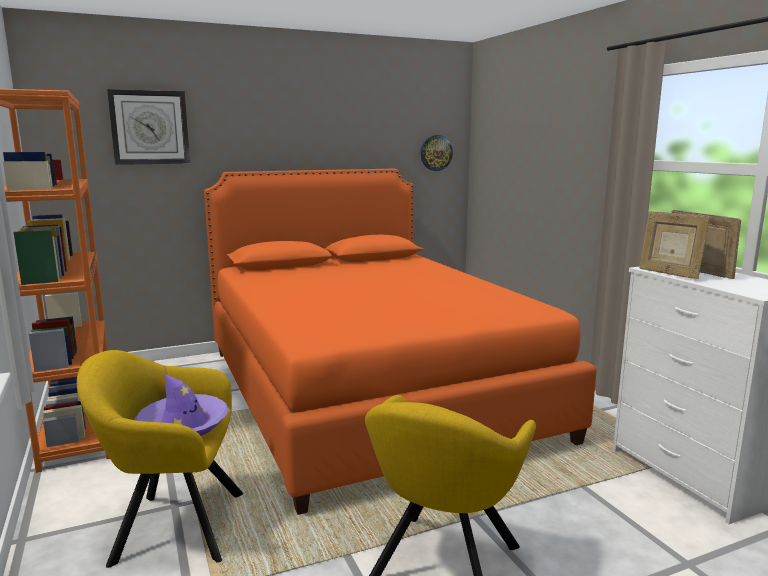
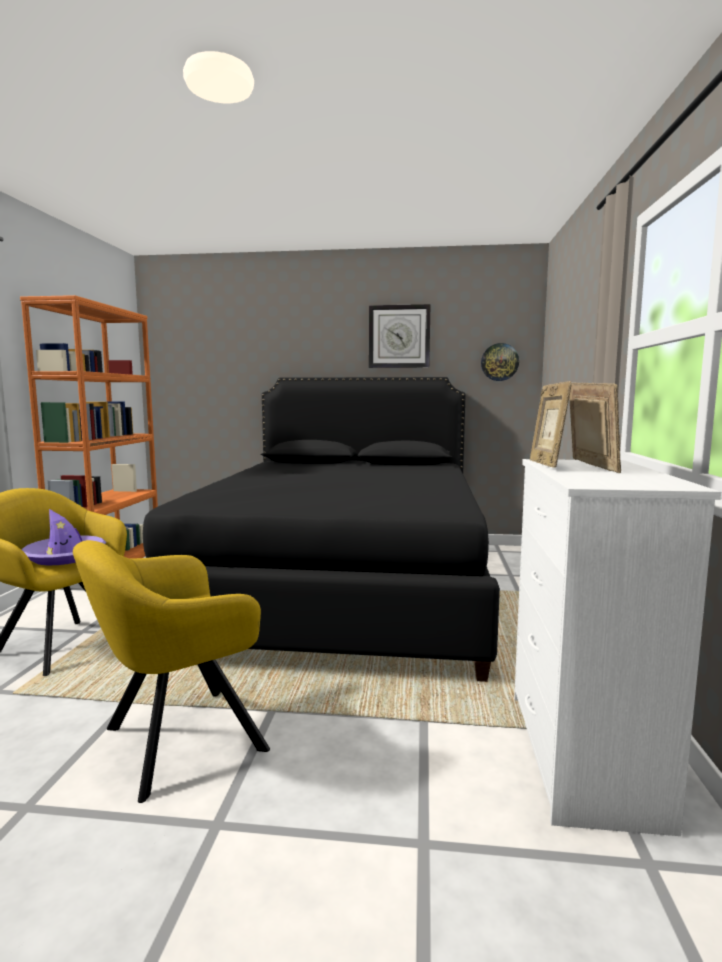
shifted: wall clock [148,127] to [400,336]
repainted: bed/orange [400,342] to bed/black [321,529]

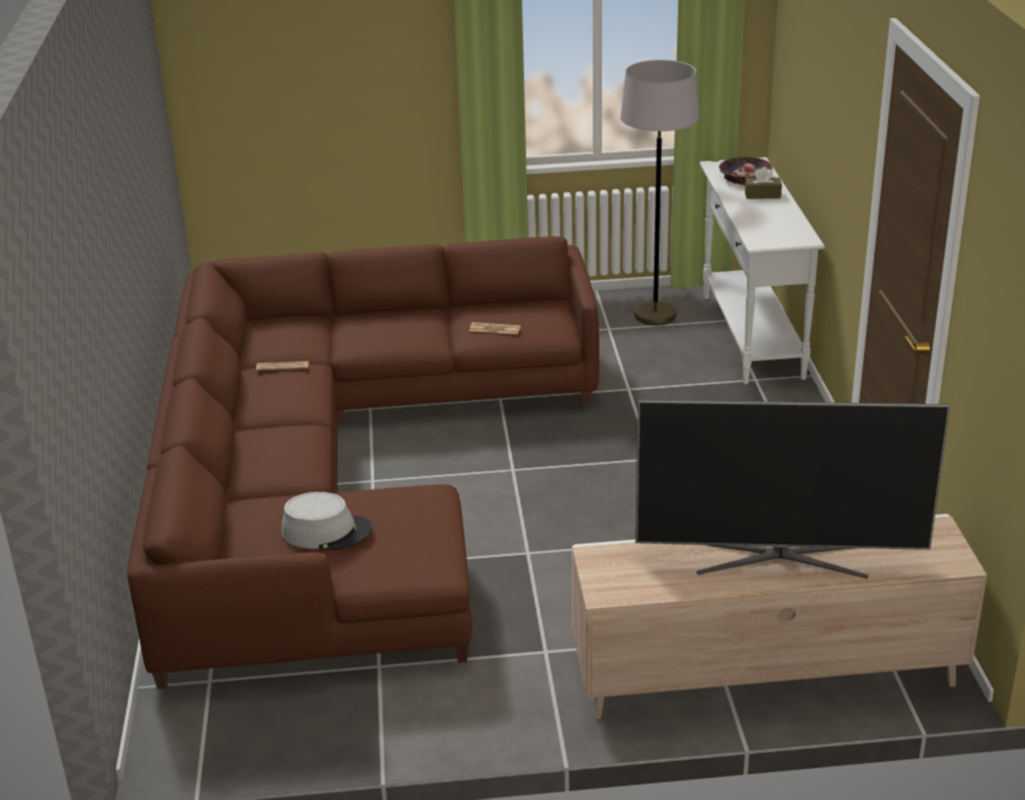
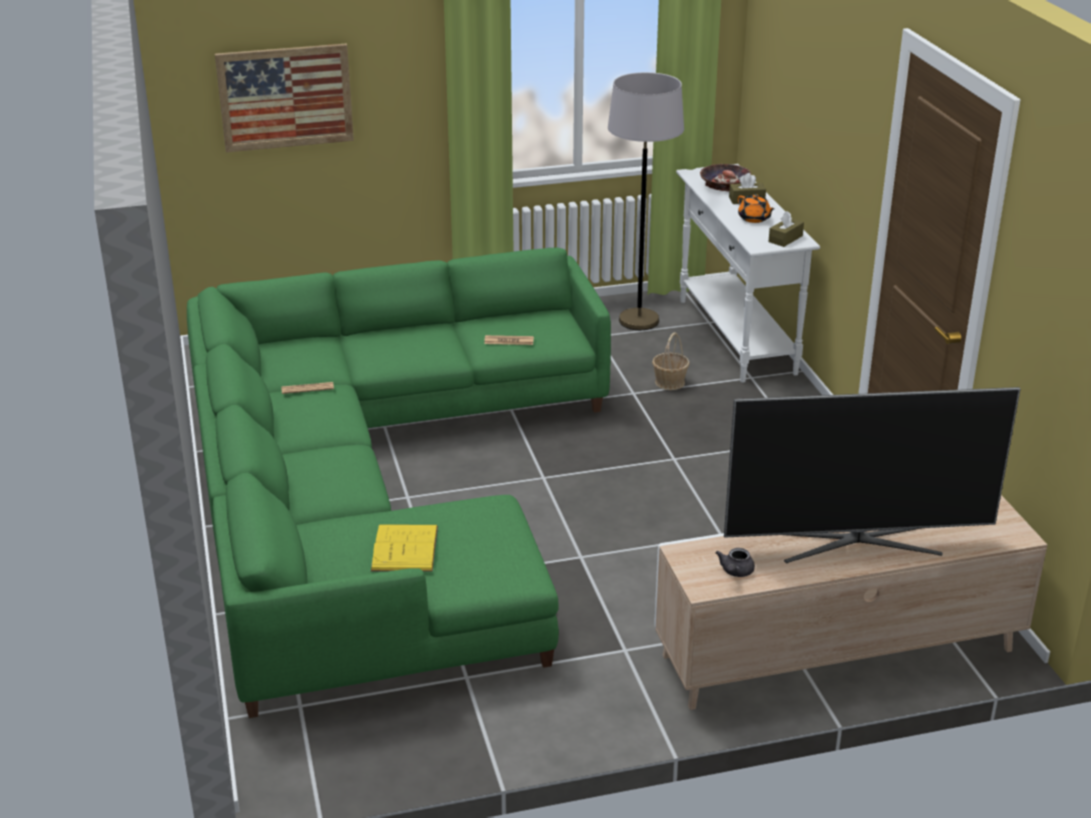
new: picture [284,97]; basket [671,361]; teapot/grey [735,562]; teapot/orange [756,208]; tissue box/brown [786,229]
swapped: hat/grey [327,521] to book/yellow [404,548]
repainted: sofa/brown [363,462] to sofa/green [399,483]

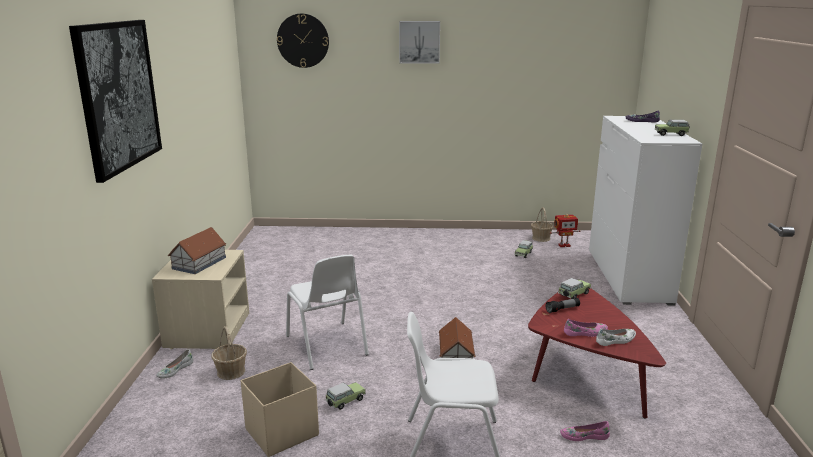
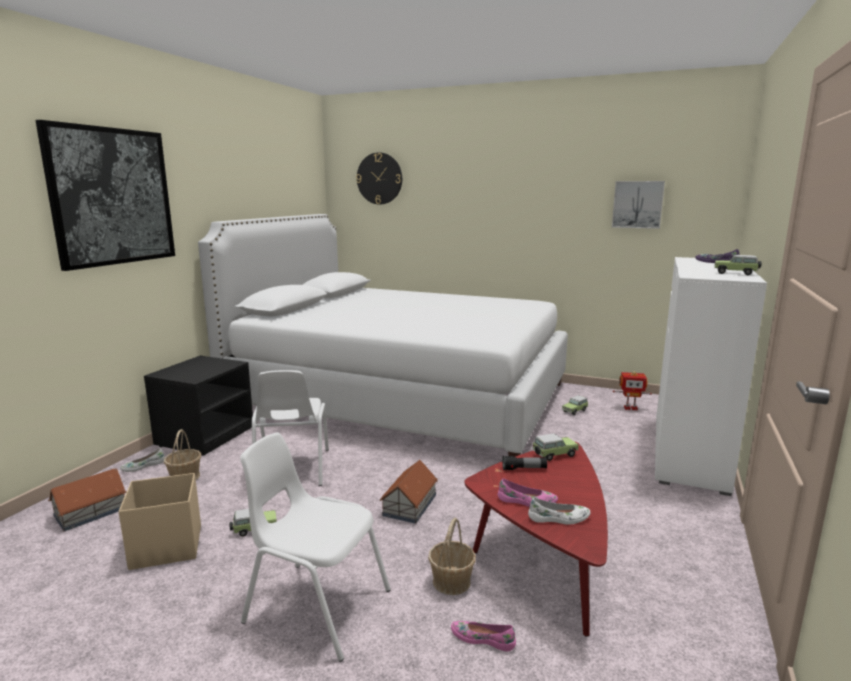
new: bed/white [383,335]
shifted: toy house [197,250] to [87,500]; basket [542,224] to [452,556]; picture [419,42] to [638,205]
repainted: nightstand/beige [200,299] to nightstand/black [198,406]

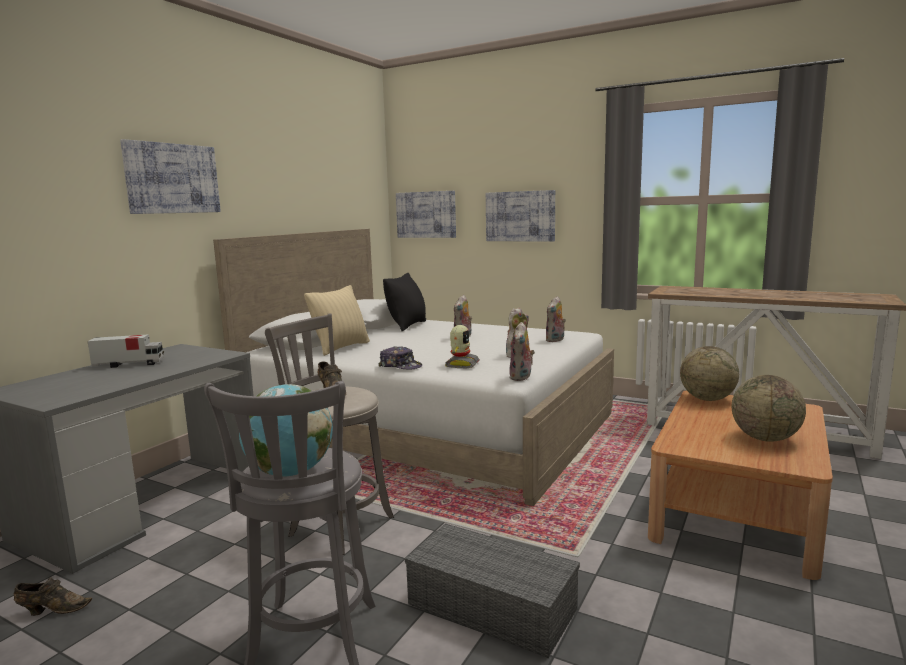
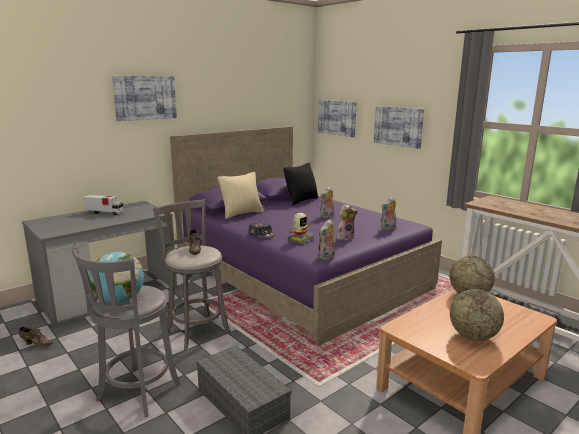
repainted: bed/white [413,367] to bed/purple [306,236]

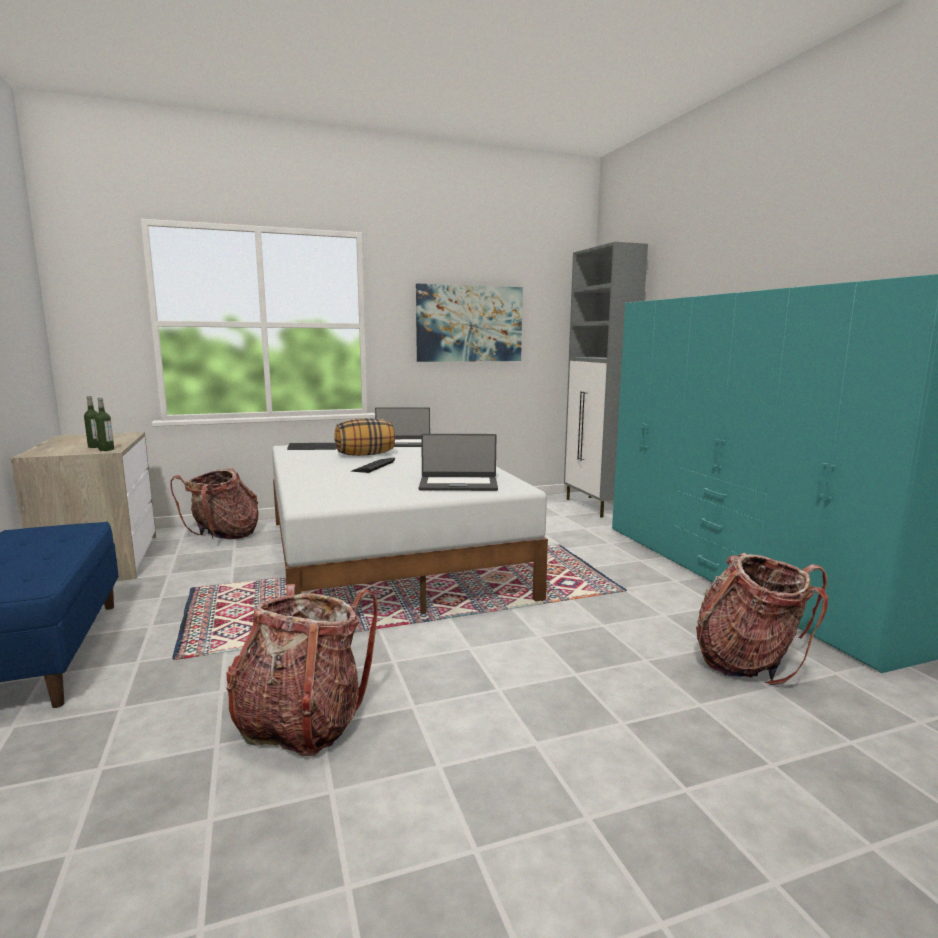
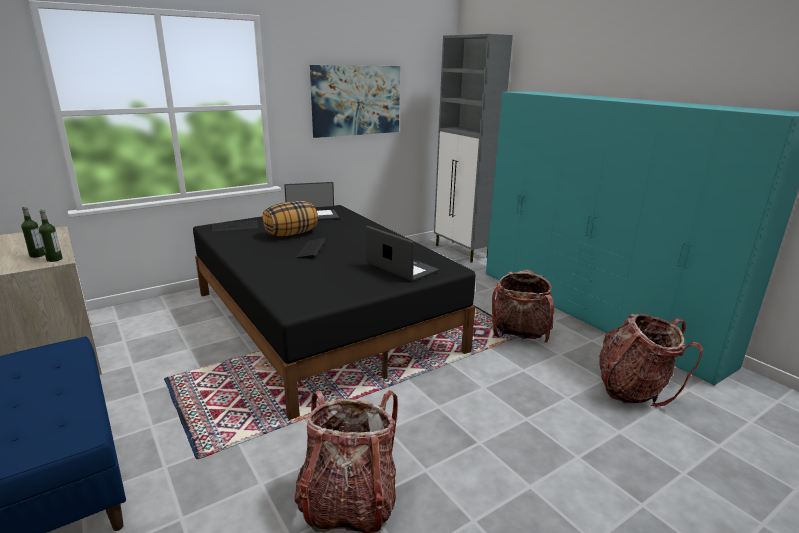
shifted: backpack [214,503] to [523,306]
repainted: bed/white [410,529] to bed/black [334,312]
rotated: laptop [458,462] = [402,254] 120 degrees counterclockwise

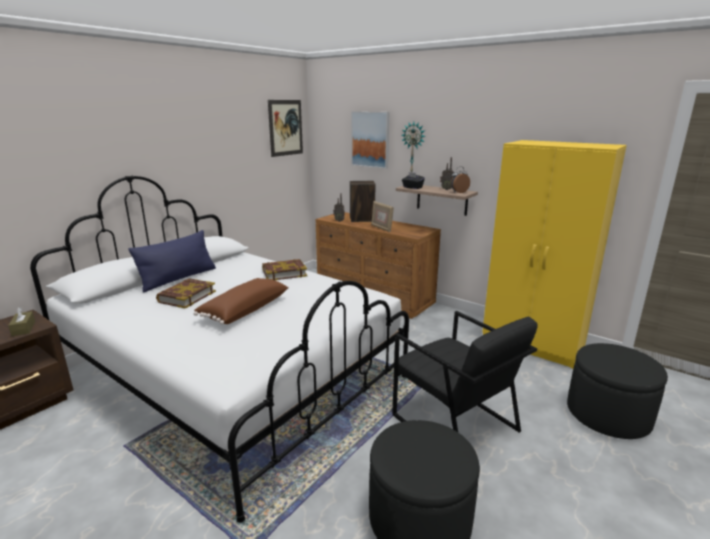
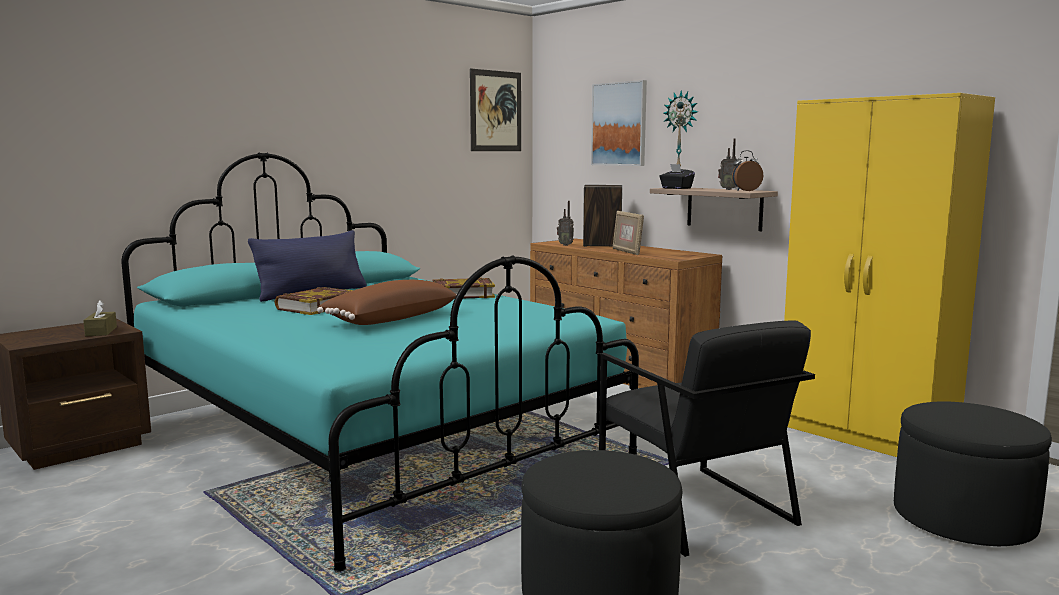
repainted: bed/white [219,349] to bed/turquoise [380,362]

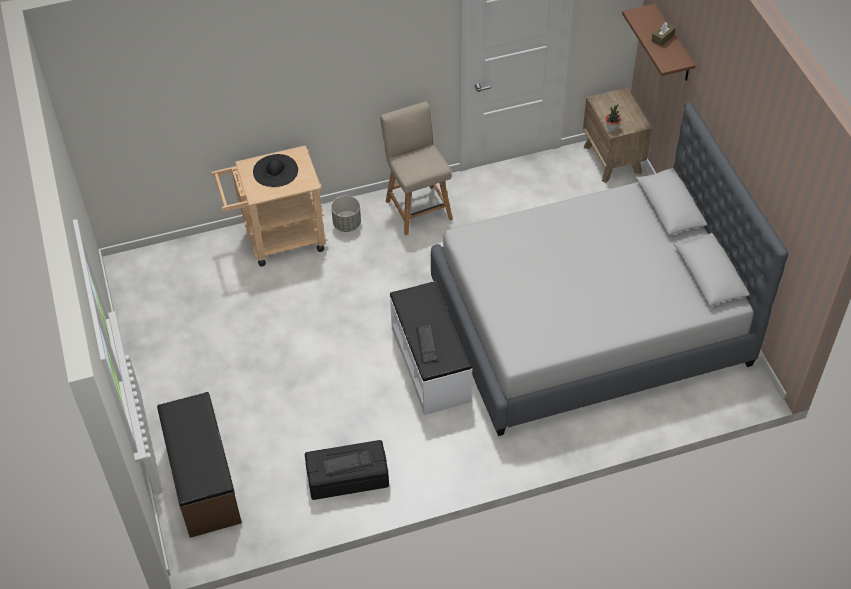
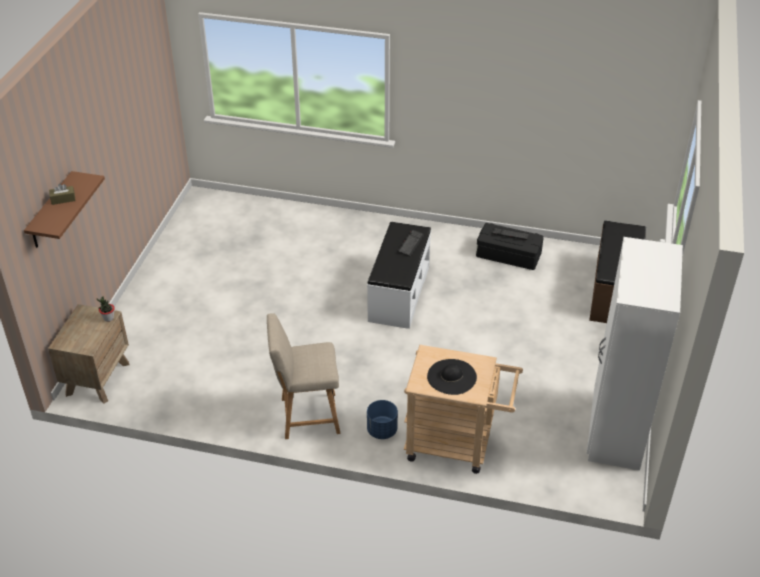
gone: bed/grey [609,269]
new: wardrobe/white [634,353]
repainted: planter/grey [346,214] to planter/blue [382,419]
rotated: chair/beige [416,168] = [303,376] 75 degrees clockwise

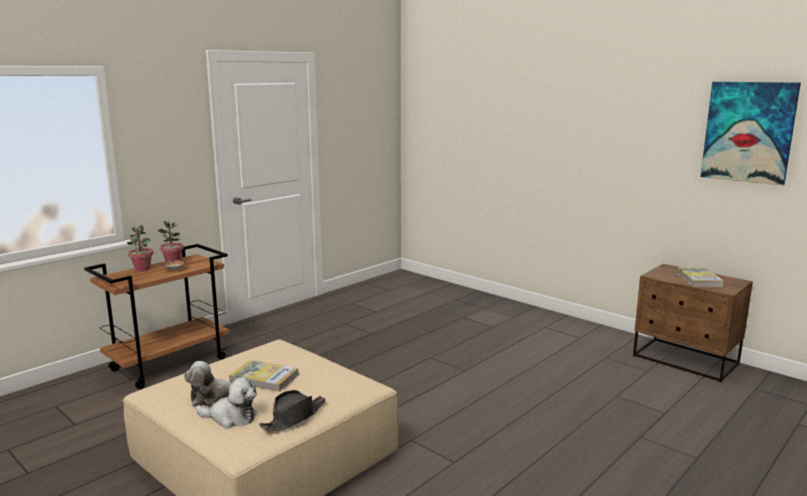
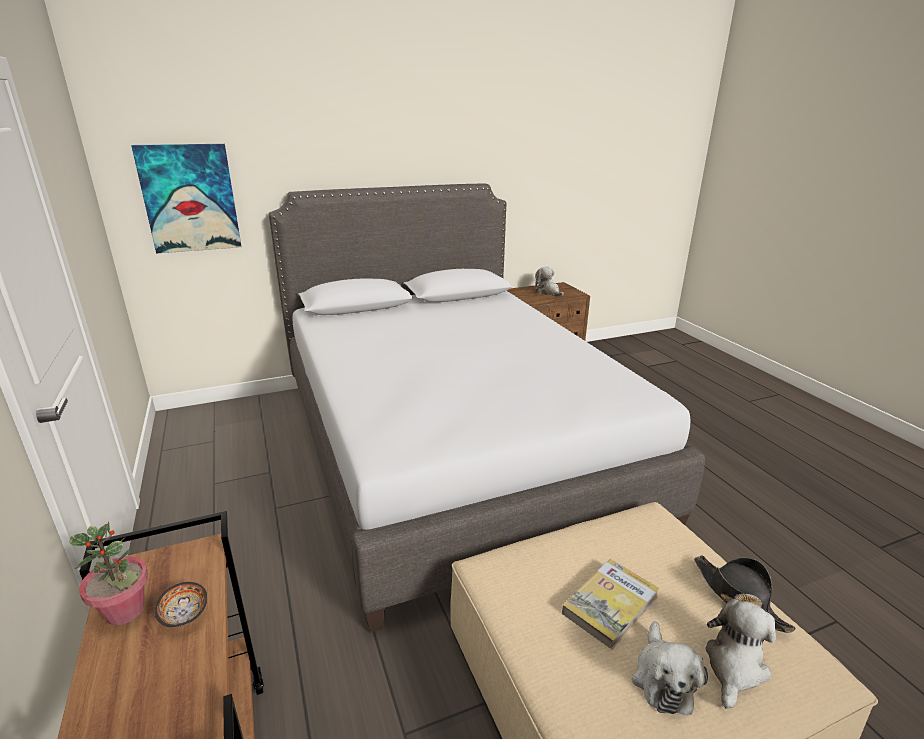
gone: potted plant [140,248]
new: bed/grey [486,408]
shifted: picture [751,134] to [186,199]
swapped: book [700,277] to plush toy [549,282]

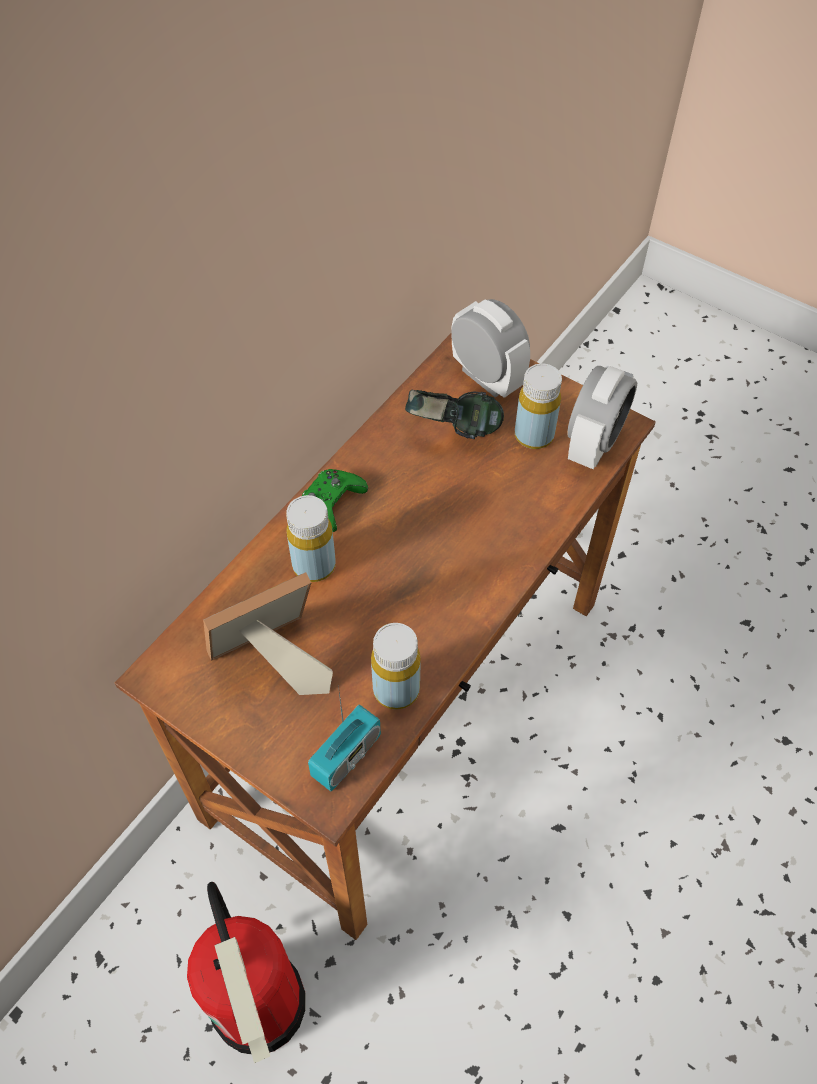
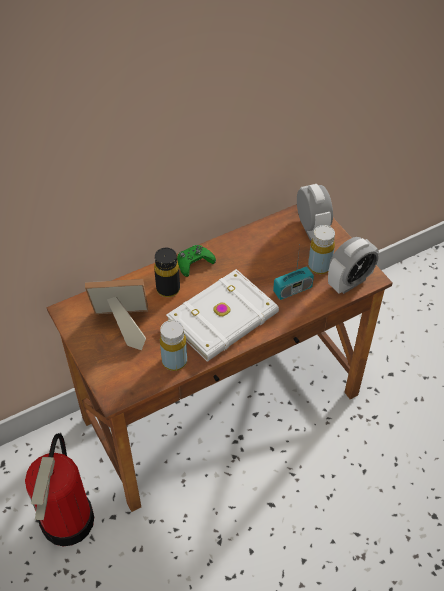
gone: headphones [454,414]
new: book/white [222,315]
shifted: radio [344,738] to [293,273]
repainted: bottle/yellow [311,538] to bottle/black [167,272]

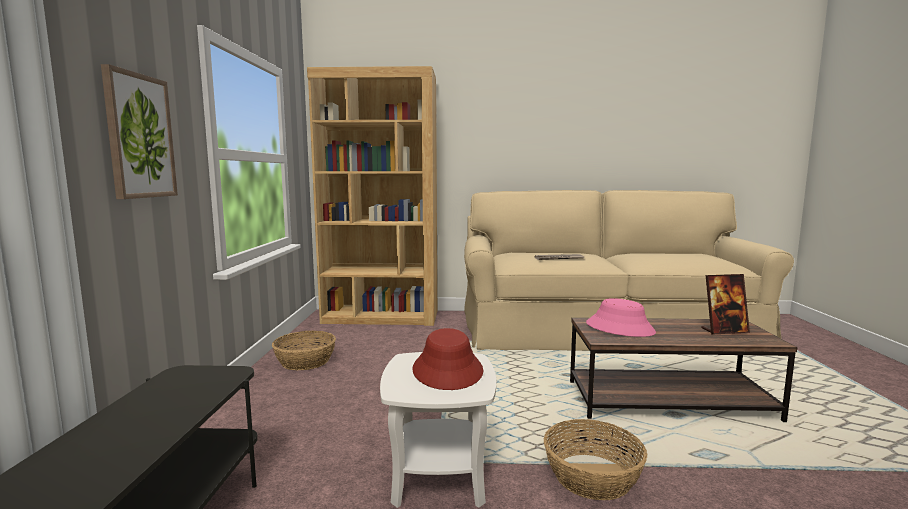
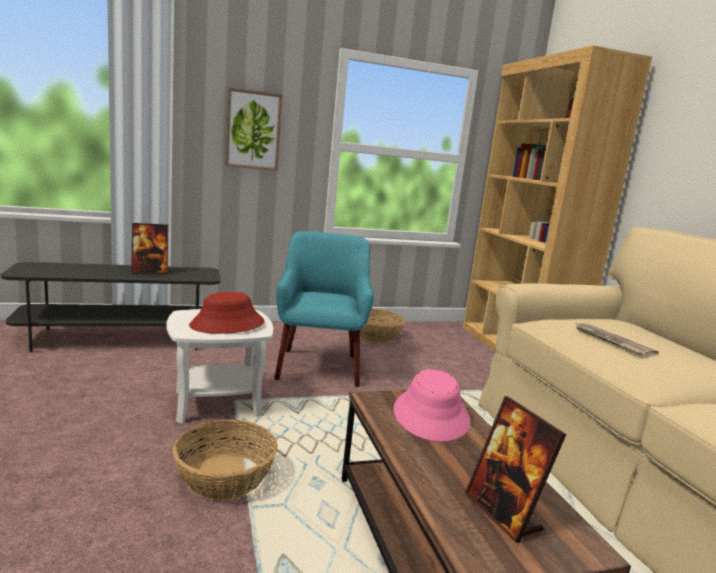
new: picture frame [149,248]; armchair/turquoise [324,309]

